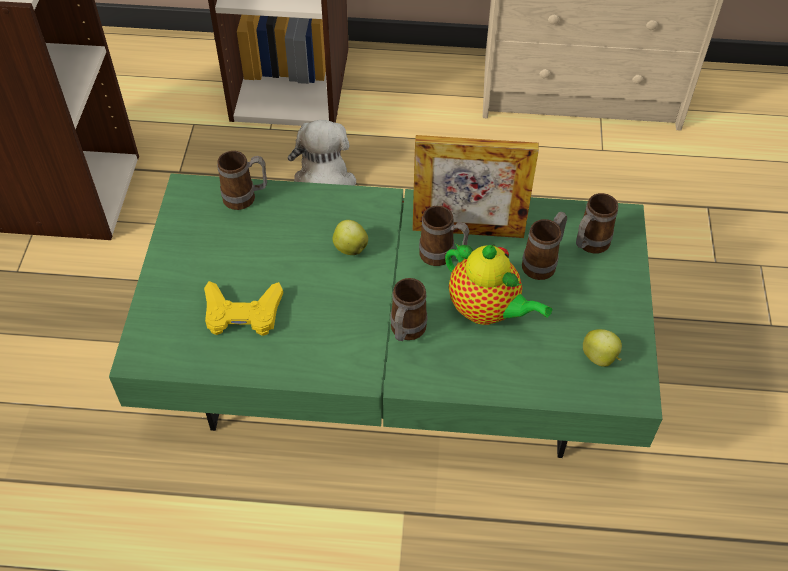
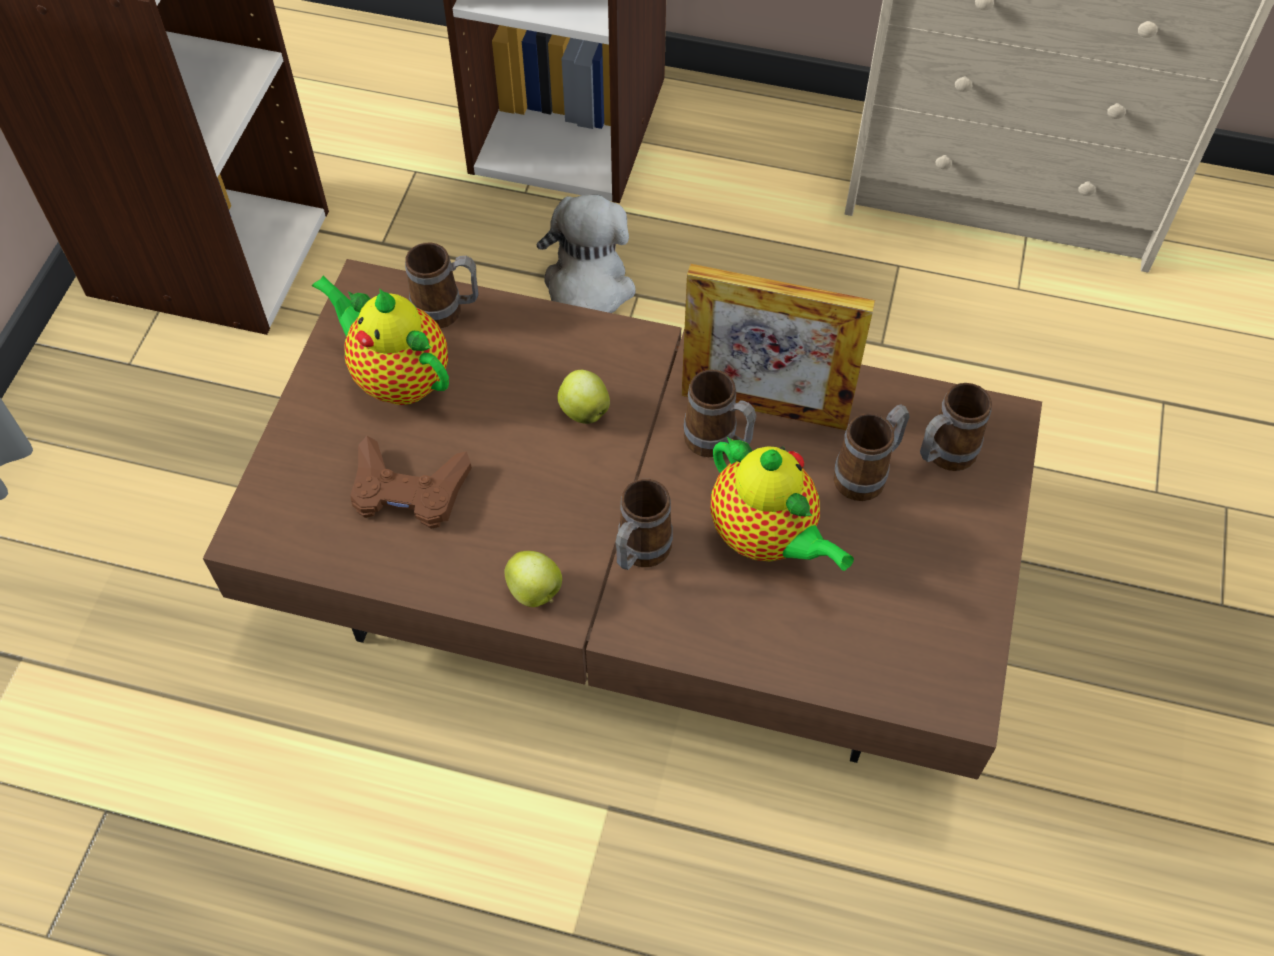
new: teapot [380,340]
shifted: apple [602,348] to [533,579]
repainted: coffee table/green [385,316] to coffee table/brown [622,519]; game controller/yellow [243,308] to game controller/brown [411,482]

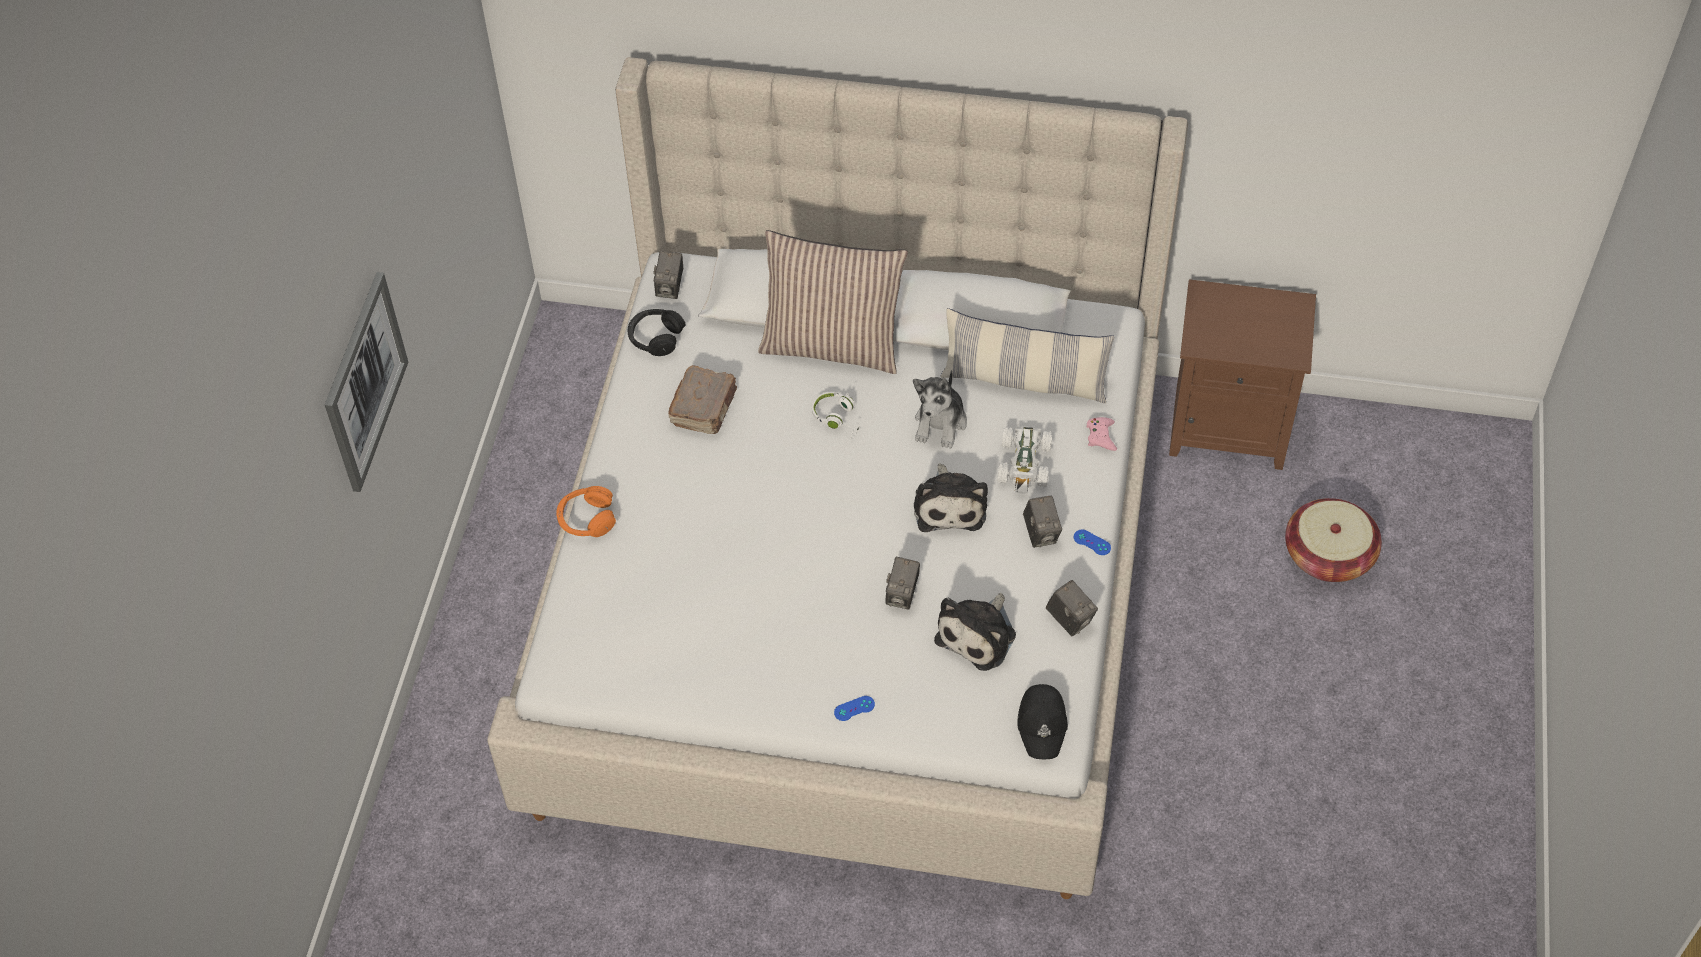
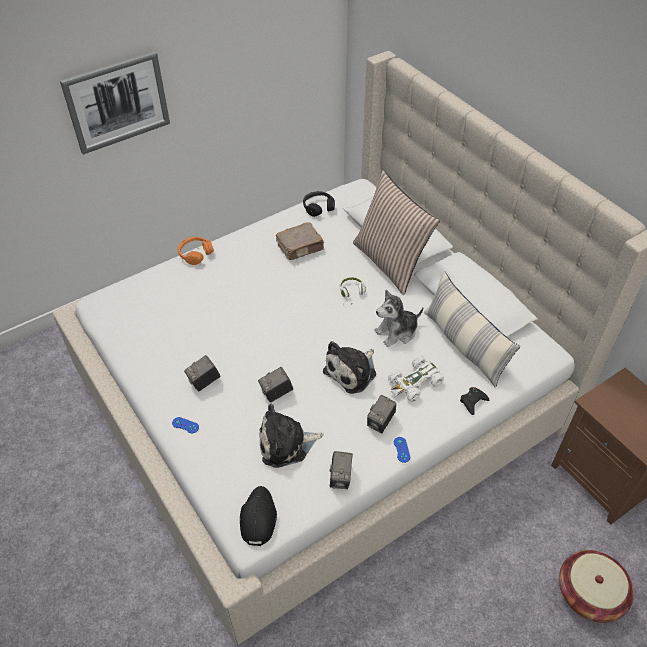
shifted: photo camera [668,275] to [202,373]
repainted: game controller/pink [1102,434] to game controller/black [474,401]
rotated: cap/black [1042,721] = [258,516] 135 degrees clockwise

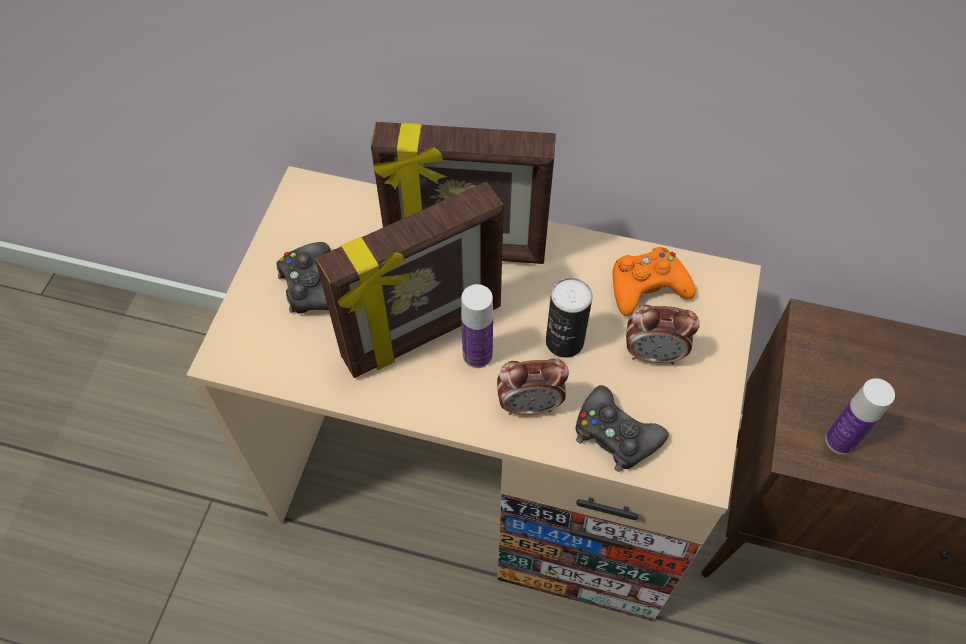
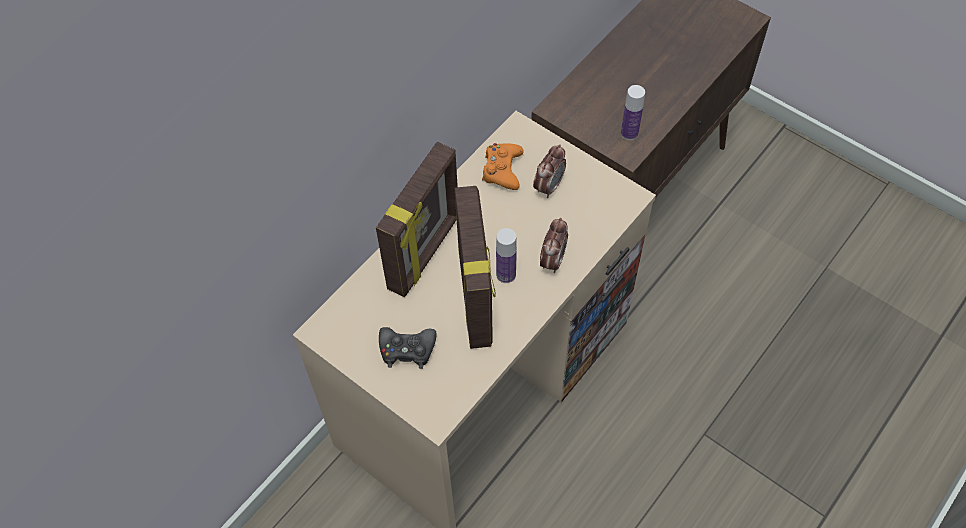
gone: can [569,318]; game controller/black [622,428]

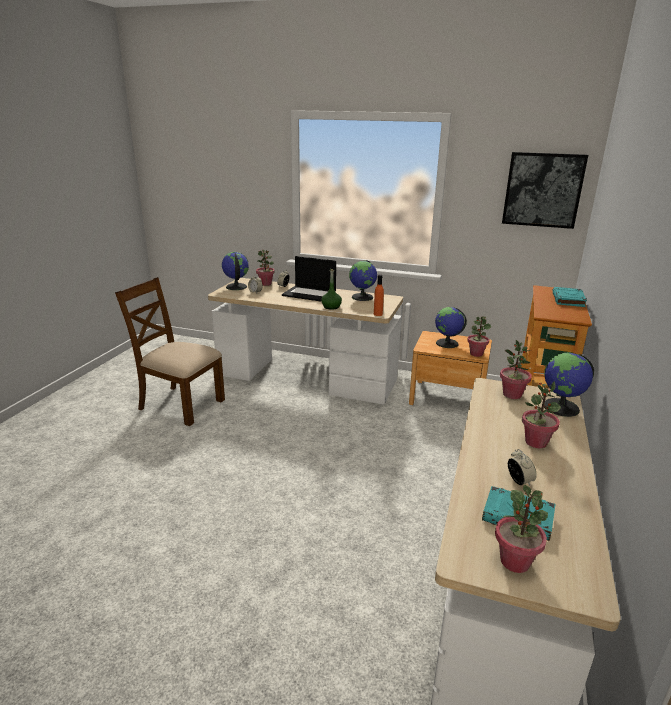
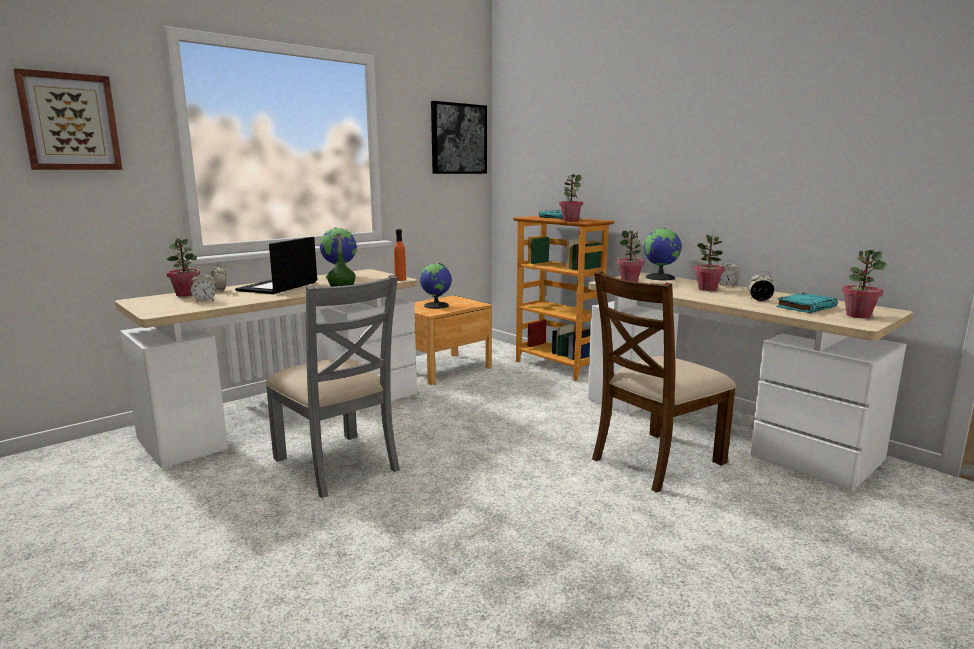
gone: globe [235,271]
new: picture [67,119]; chair/grey [332,386]; alarm clock [729,274]
shifted: potted plant [479,337] to [571,197]; chair/brown [170,351] to [664,382]
rotated: laptop [309,279] = [276,265] 150 degrees clockwise

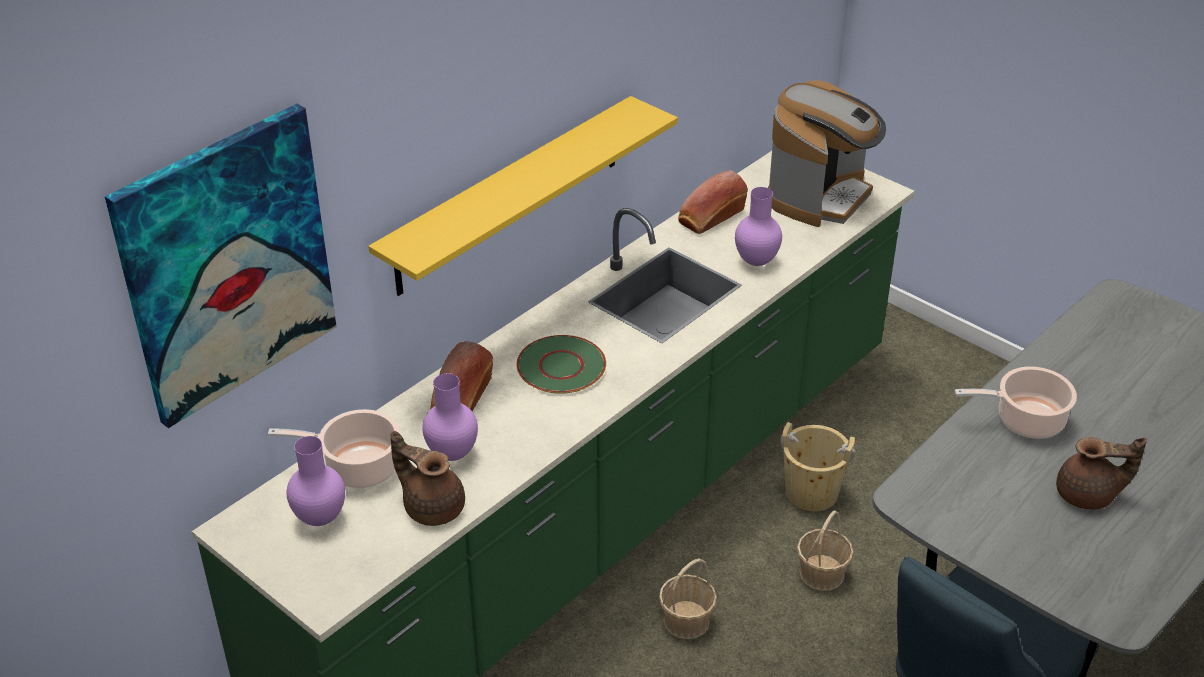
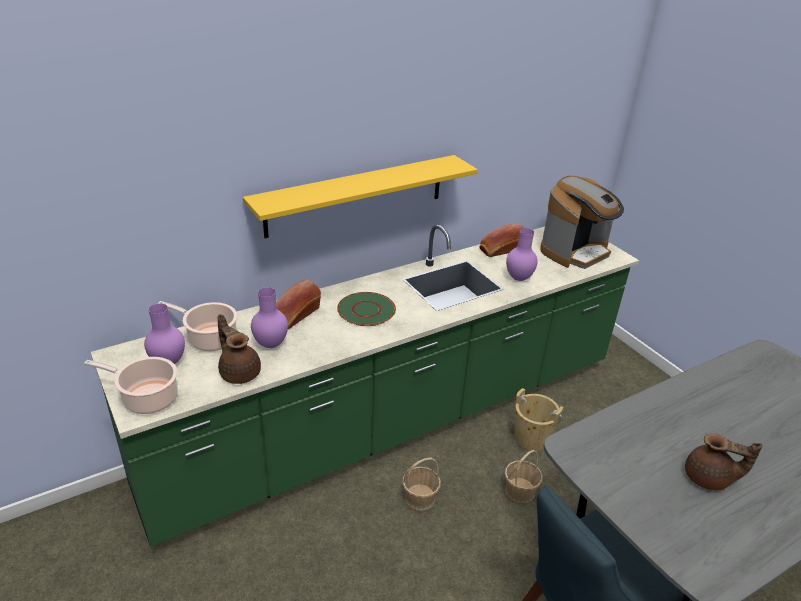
gone: picture [221,266]
shifted: cooking pot [1016,402] to [131,385]

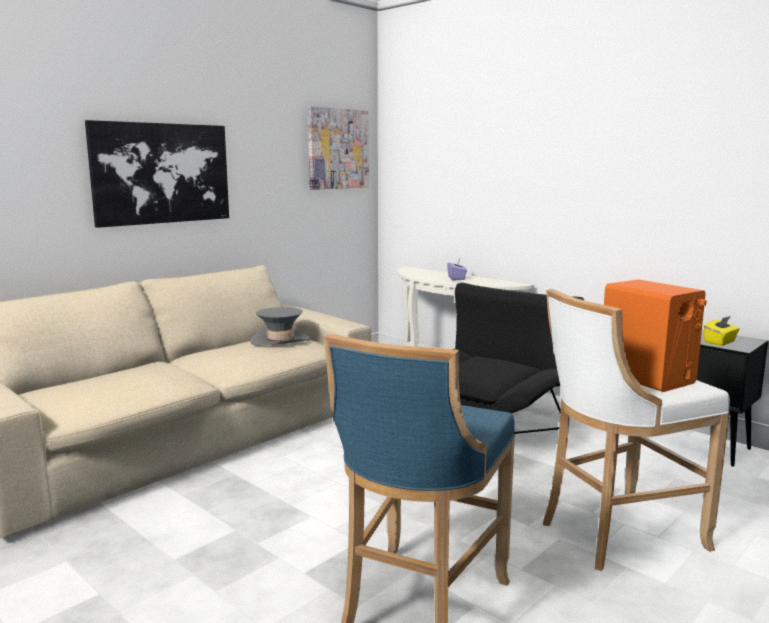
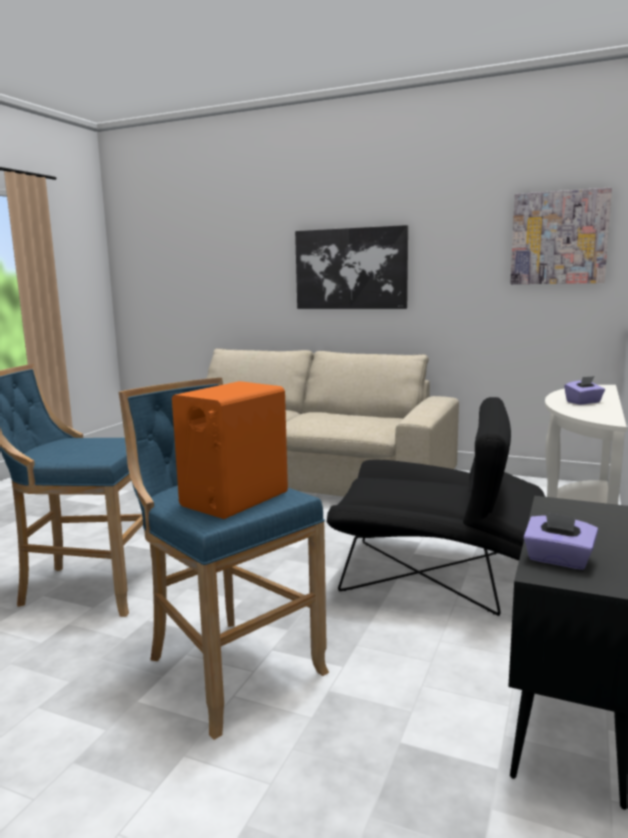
gone: hat/grey [280,326]
repainted: stool/white [636,430] to stool/blue [223,559]; tissue box/yellow [721,331] to tissue box/purple [560,541]

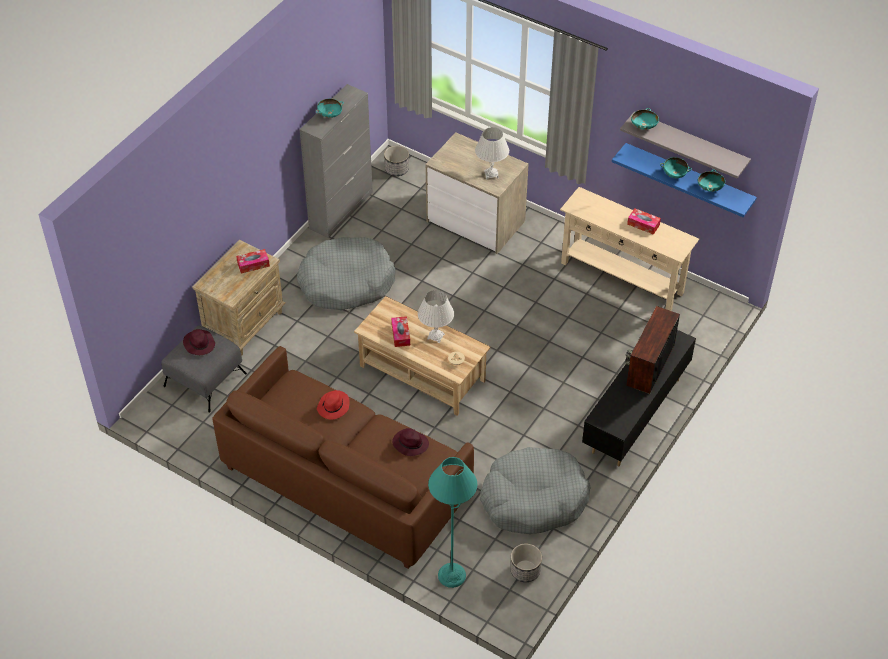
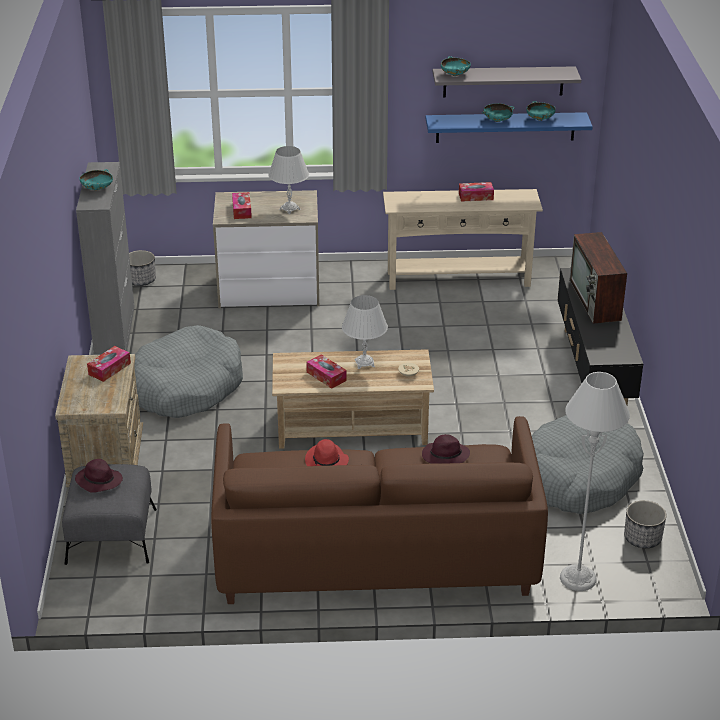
new: tissue box [242,205]
repainted: floor lamp/turquoise [452,522] to floor lamp/grey [595,481]

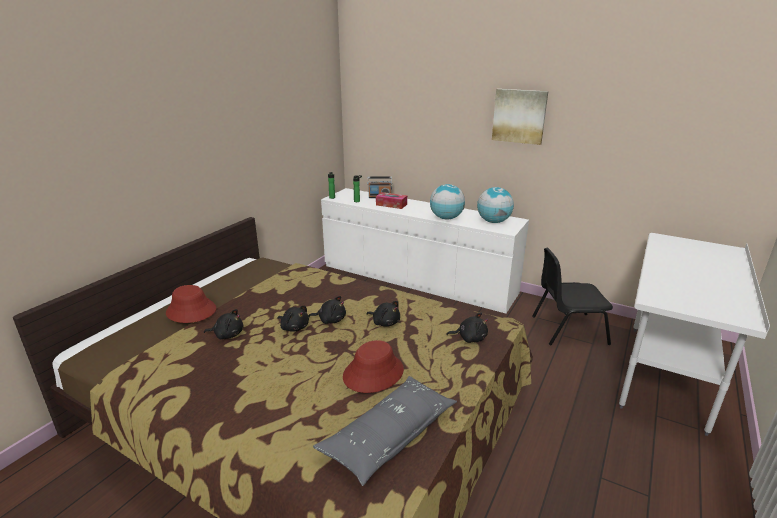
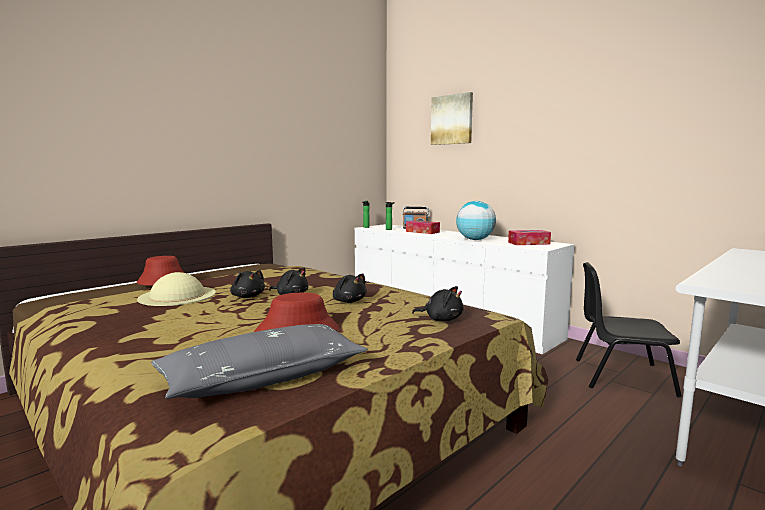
shifted: picture [520,117] to [452,118]
swapped: plush toy/black [224,324] to hat/beige [176,289]; globe [495,205] to tissue box [529,237]

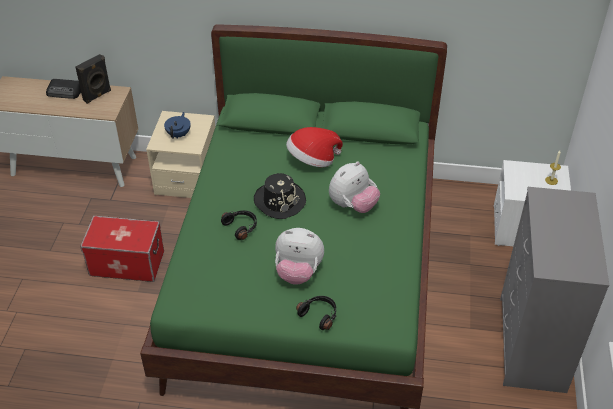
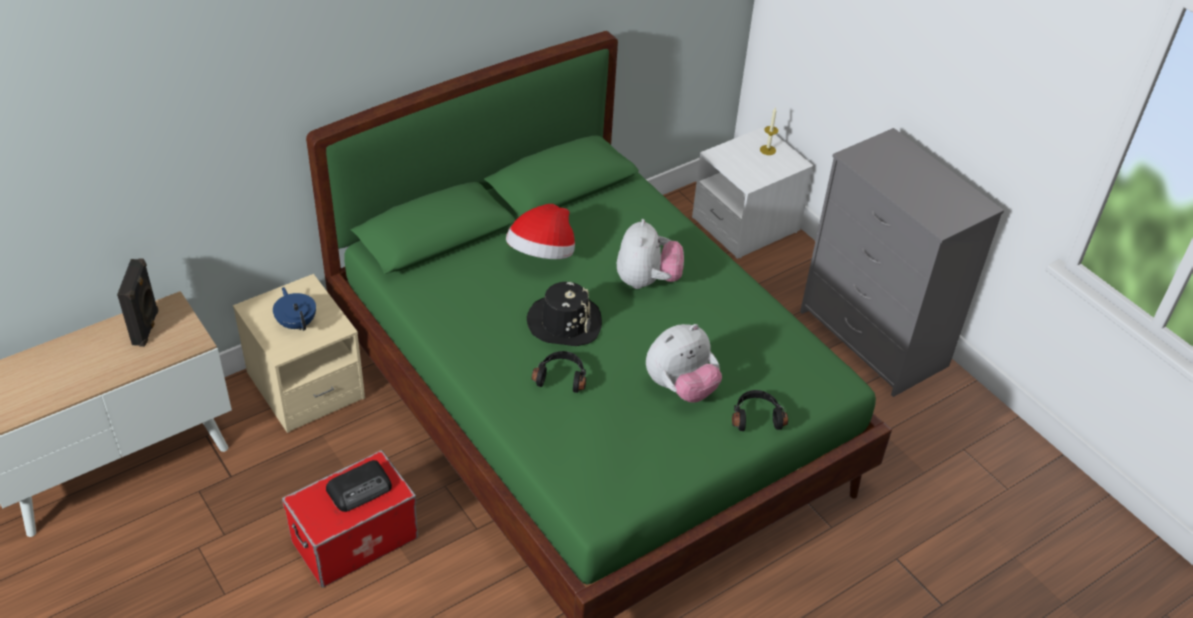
shifted: radio [63,89] to [359,486]

